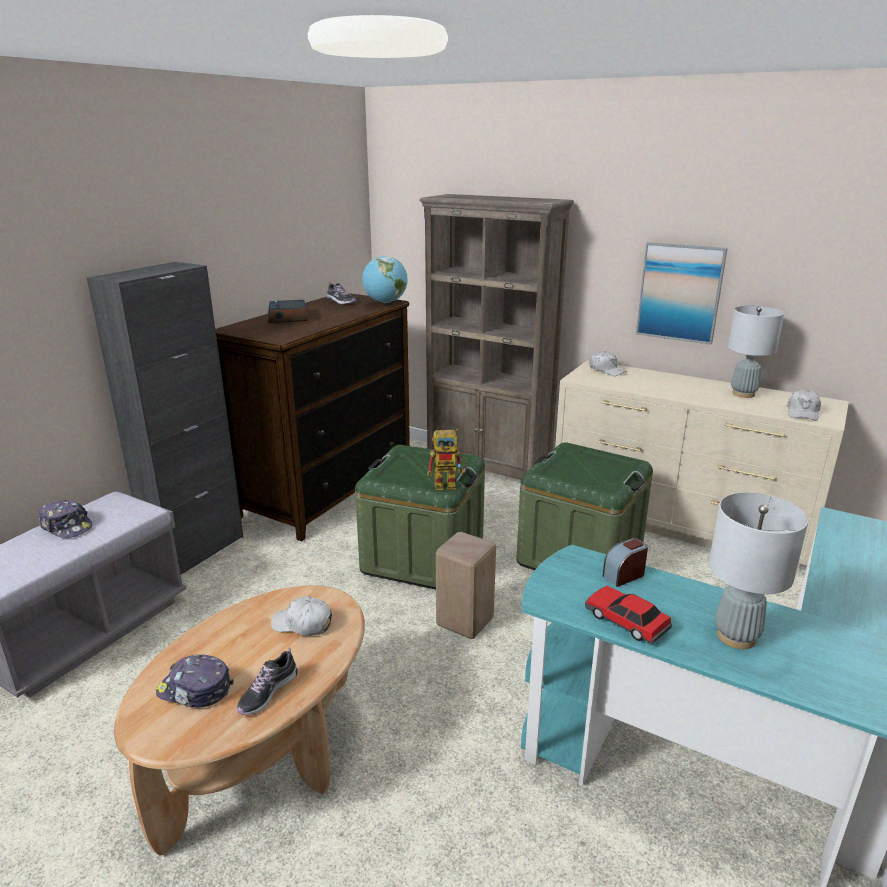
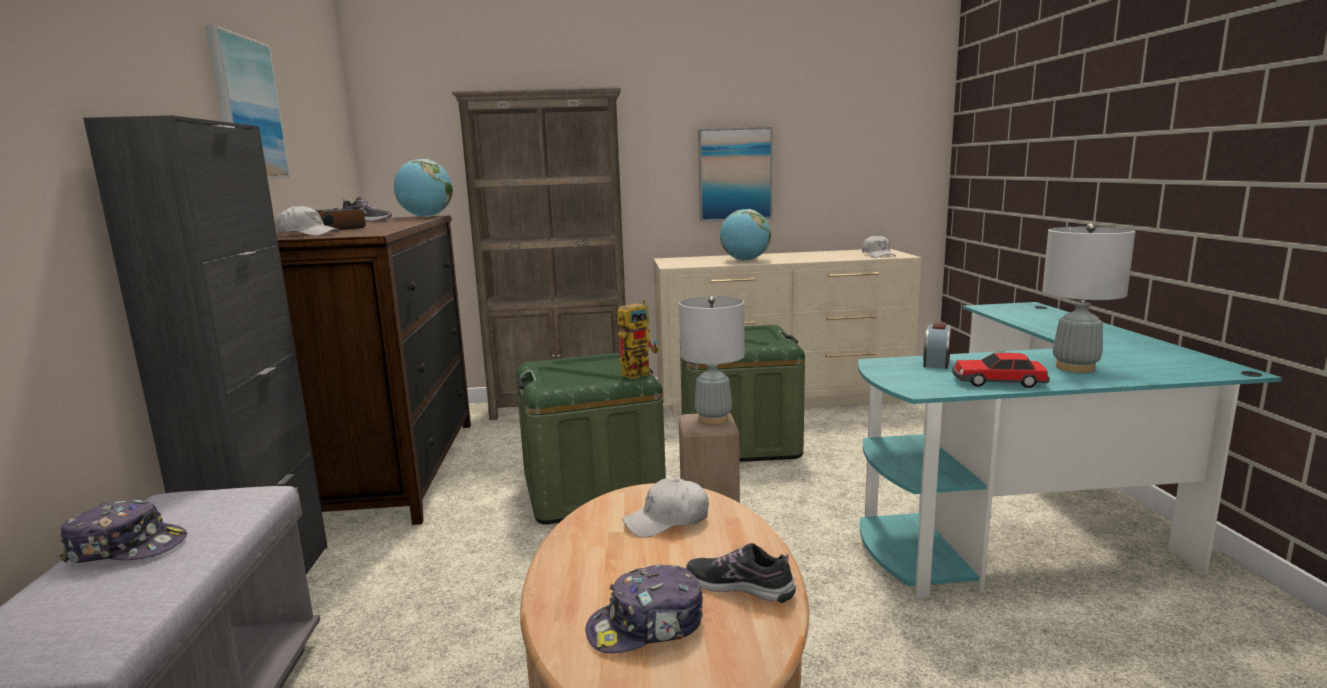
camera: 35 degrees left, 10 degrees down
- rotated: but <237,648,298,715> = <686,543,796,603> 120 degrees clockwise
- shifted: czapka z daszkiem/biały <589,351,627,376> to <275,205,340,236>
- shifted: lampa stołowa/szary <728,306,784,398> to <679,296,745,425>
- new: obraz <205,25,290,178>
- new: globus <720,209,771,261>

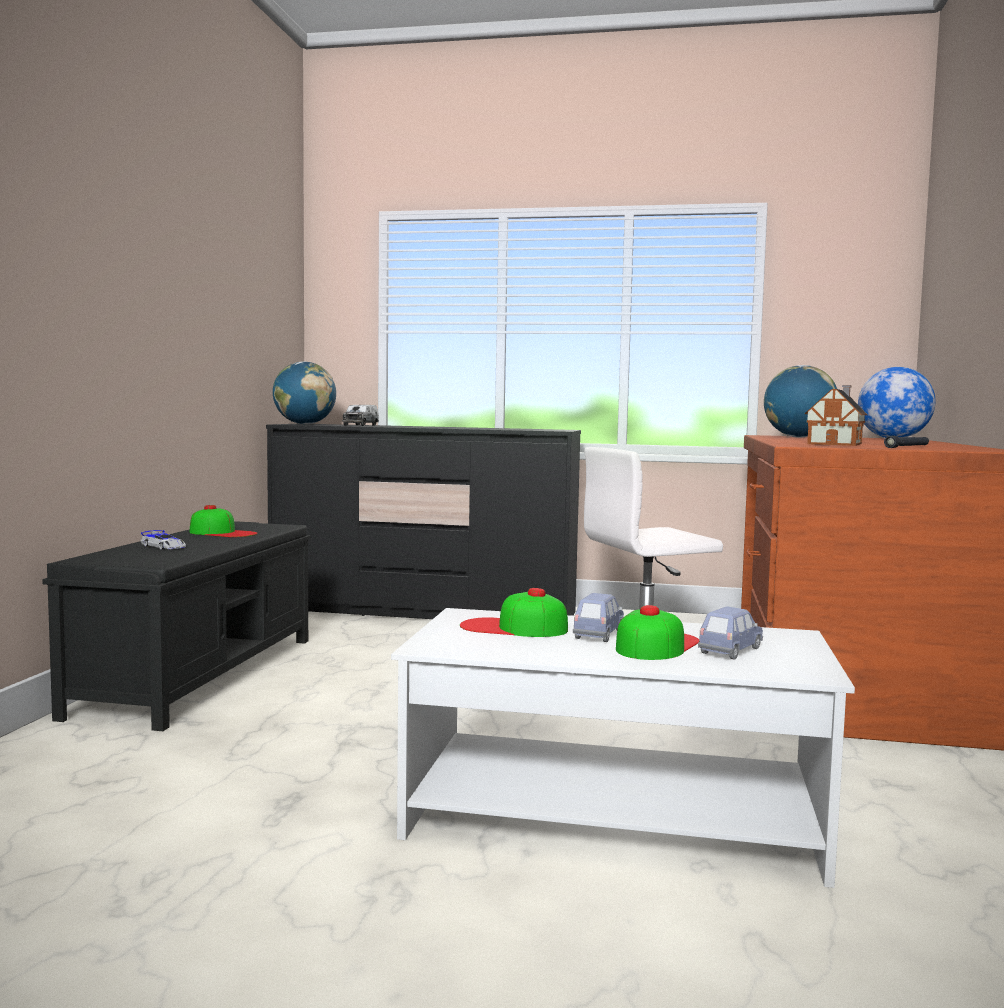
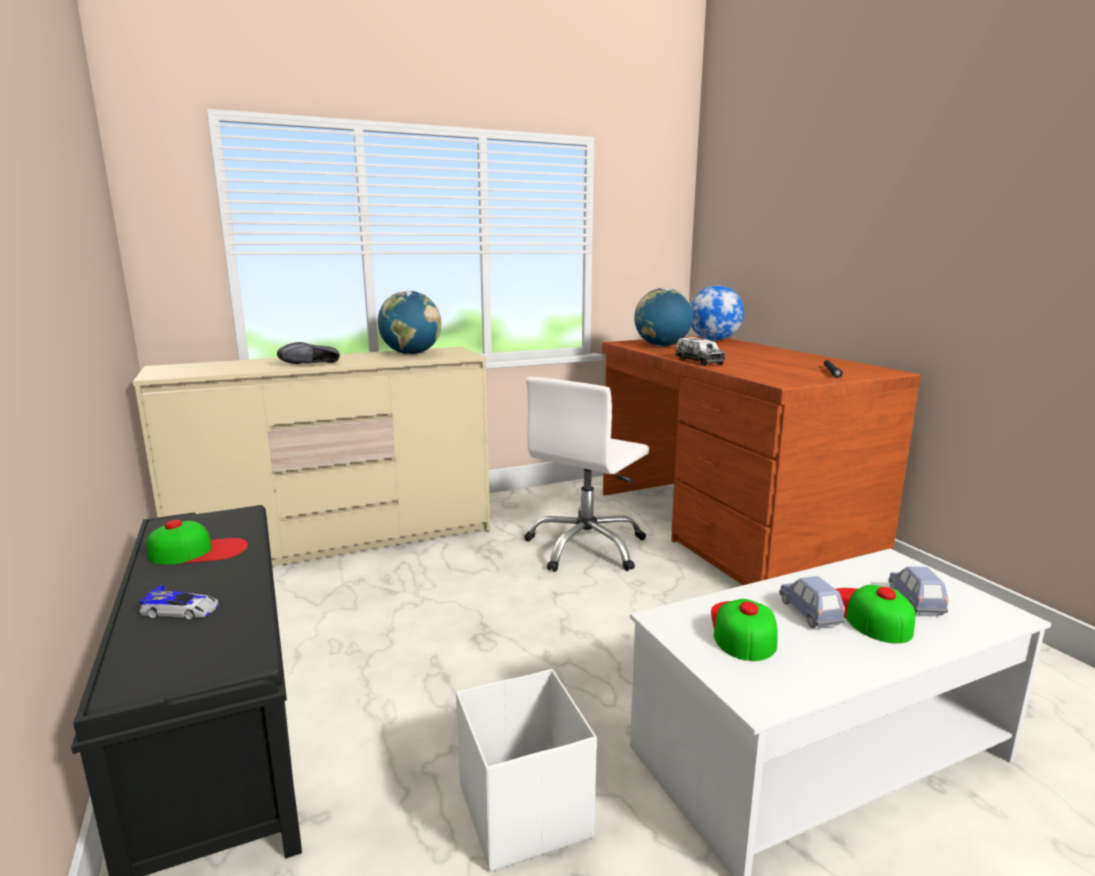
camera: 35 degrees left, 10 degrees up
- repainted: komoda/czarny <266,424,581,619> to komoda/beżowy <133,347,490,566>
- shifted: globus <273,362,336,424> to <378,291,441,354>
- shifted: ciężarówka zabawkowa <342,405,379,426> to <675,337,726,366>
- rotated: czapka z daszkiem <460,588,568,637> = <711,599,778,661> 120 degrees clockwise
- gone: domek <805,385,868,446>
- new: but/czarny <277,342,340,364>
- new: pojemnik do przechowywania/biały <456,669,597,872>

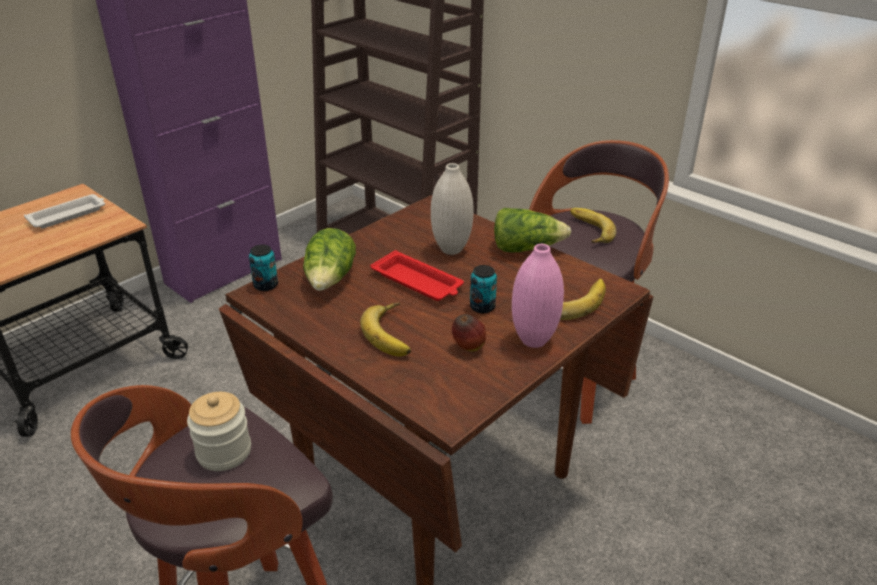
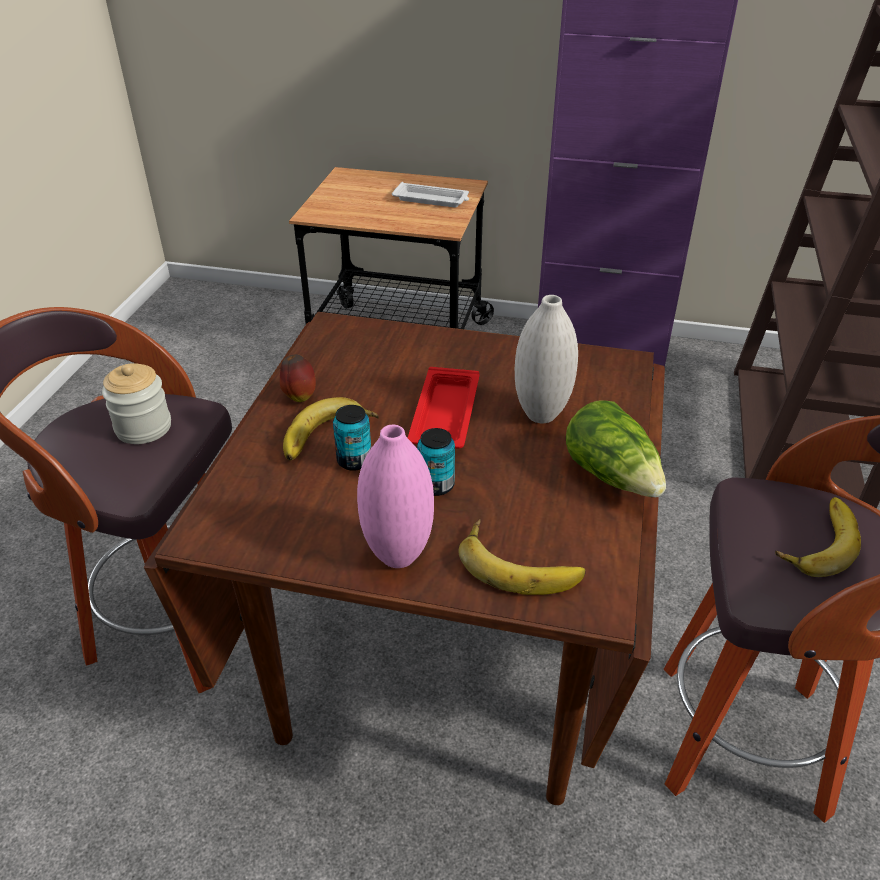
camera: 60 degrees right, 5 degrees up
- shifted: puszka <249,245,278,291> to <333,405,371,471>
- gone: sałata <303,228,356,291>
- shifted: jabłko <452,314,486,351> to <280,354,316,402>

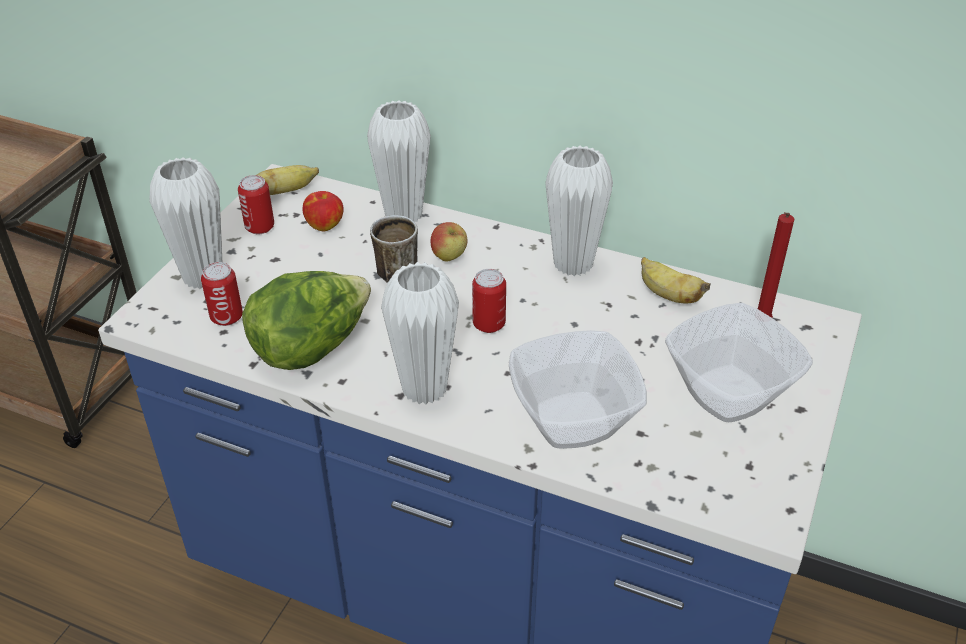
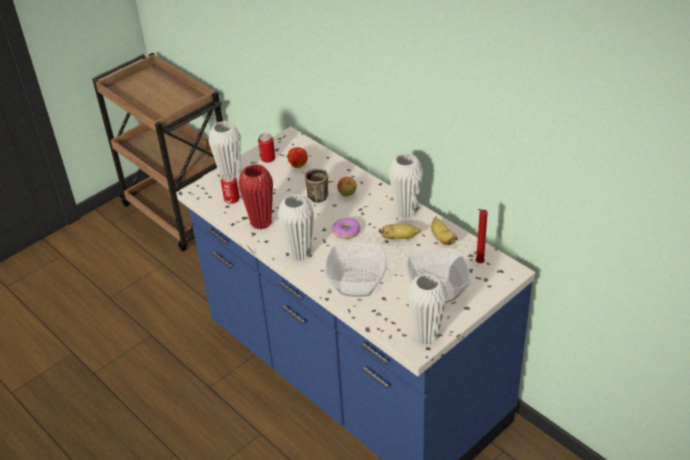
camera: 25 degrees right, 0 degrees up
- swapped: sałata <242,271,371,370> to wazon/czerwony <239,164,273,230>
- shifted: banan <257,165,319,195> to <379,224,421,239>
- shifted: wazon/biały <367,100,431,222> to <407,273,447,345>
- swapped: puszka <472,269,506,333> to donut <332,218,360,239>

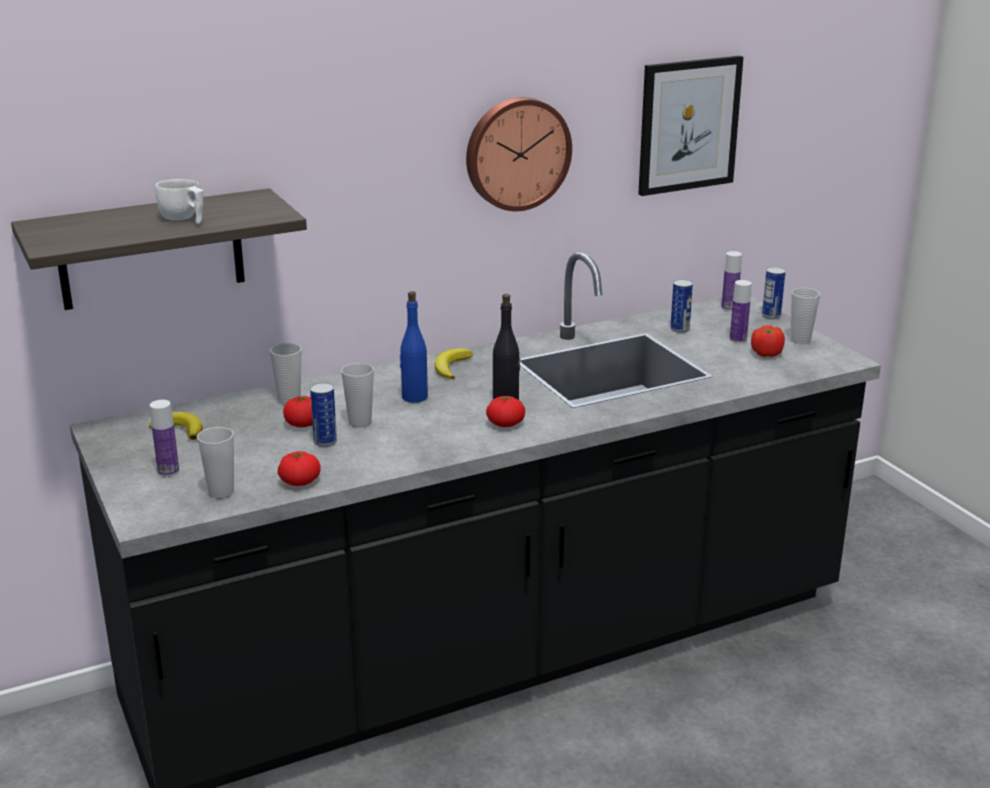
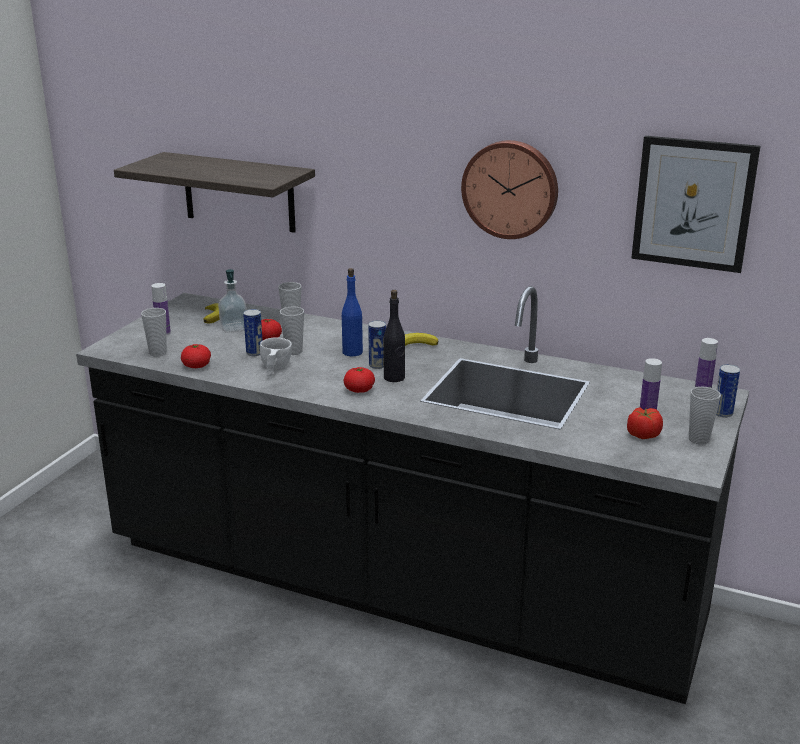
camera: 50 degrees right, 0 degrees up
- shifted: filiżanka/biały <156,179,203,224> to <260,337,292,377>
- shifted: puszka <670,279,693,333> to <368,320,386,369>
- new: dozownik mydła <218,269,247,333>

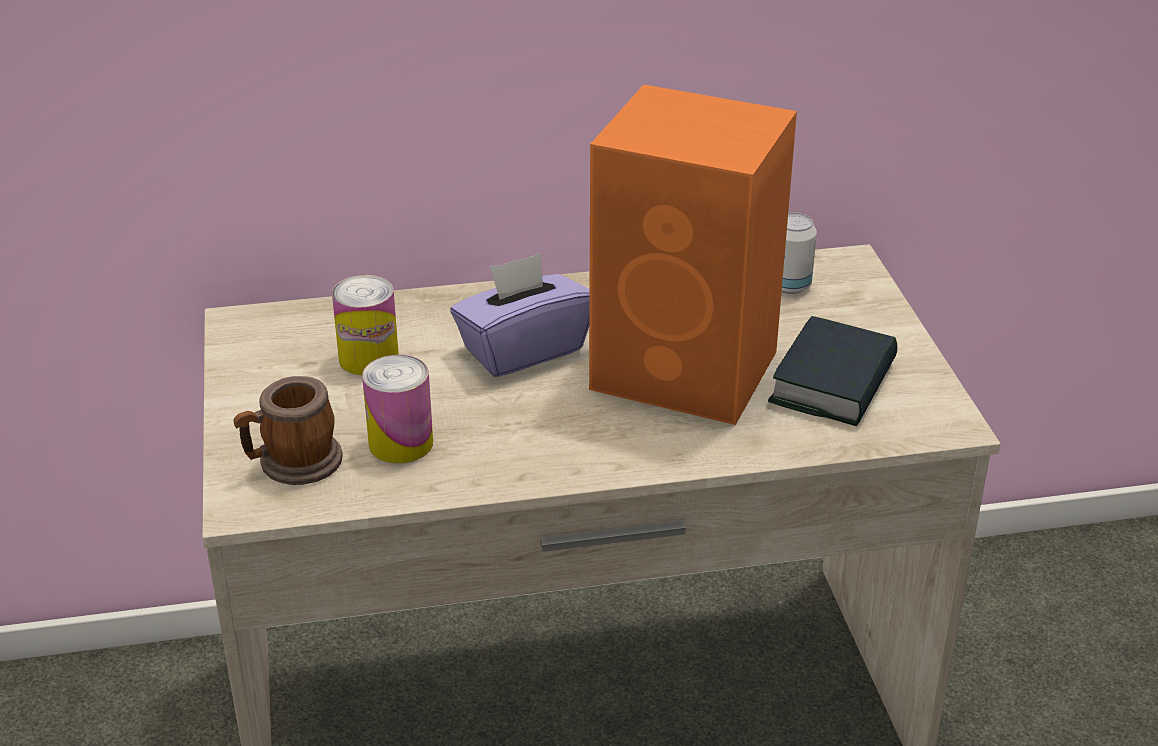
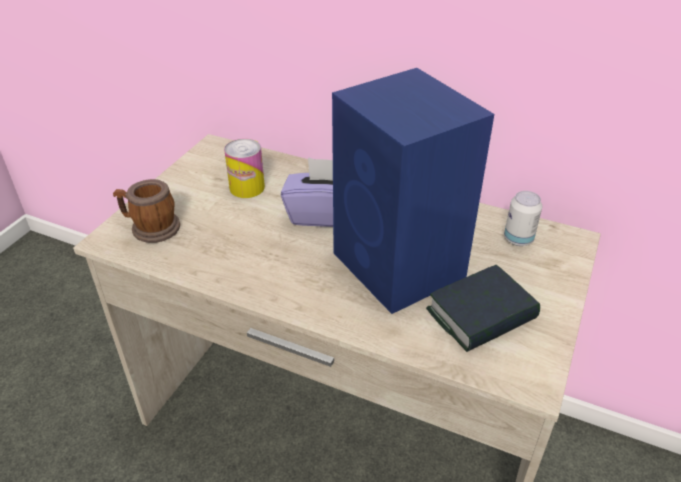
camera: 35 degrees right, 5 degrees up
- gone: puszka <362,355,433,463>
- repainted: głośnik/pomarańczowy <589,84,797,425> to głośnik/niebieski <332,68,494,314>

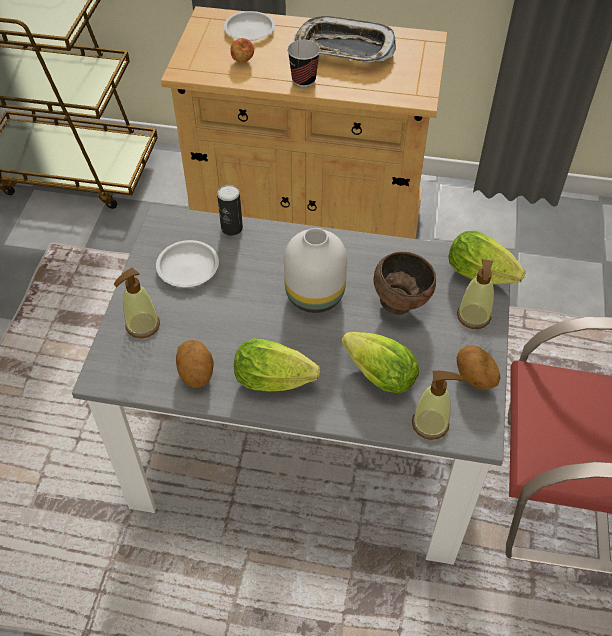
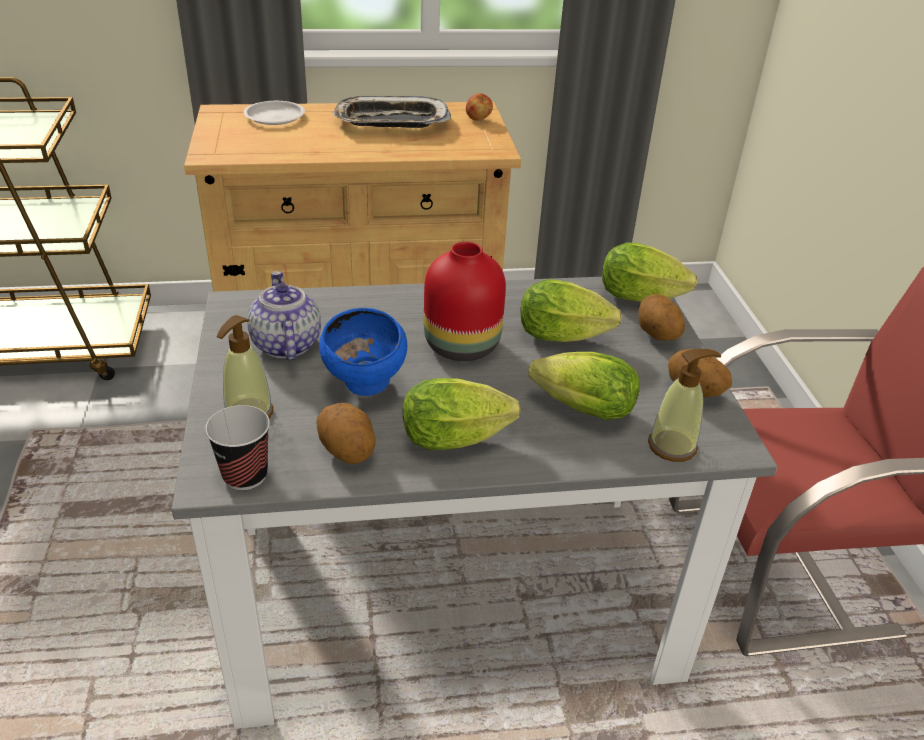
camera: 20 degrees left, 15 degrees down
- swapped: talerz/biały <156,240,219,287> to imbryk <247,271,321,360>
- gone: puszka <217,185,243,236>
- shifted: jabłko <230,38,254,63> to <466,93,493,121>
- repainted: wazon/biały <284,228,347,313> to wazon/czerwony <424,242,506,361>
- shifted: filiżanka <287,40,320,87> to <205,405,270,490>
- swapped: miska/brązowy <374,252,436,315> to sałata <520,279,622,342>
- swapped: dozownik mydła <457,259,494,329> to ziemniak <638,294,685,341>
- new: miska/niebieski <319,308,407,396>

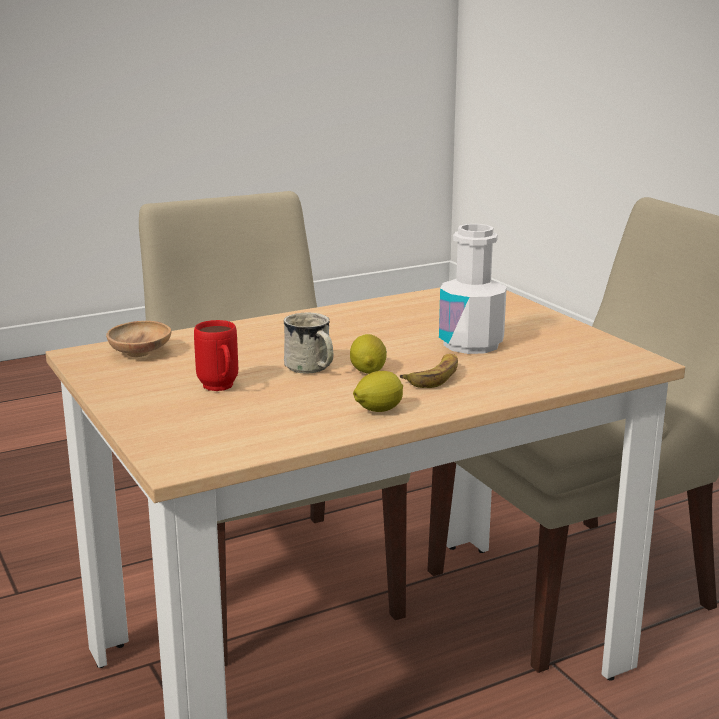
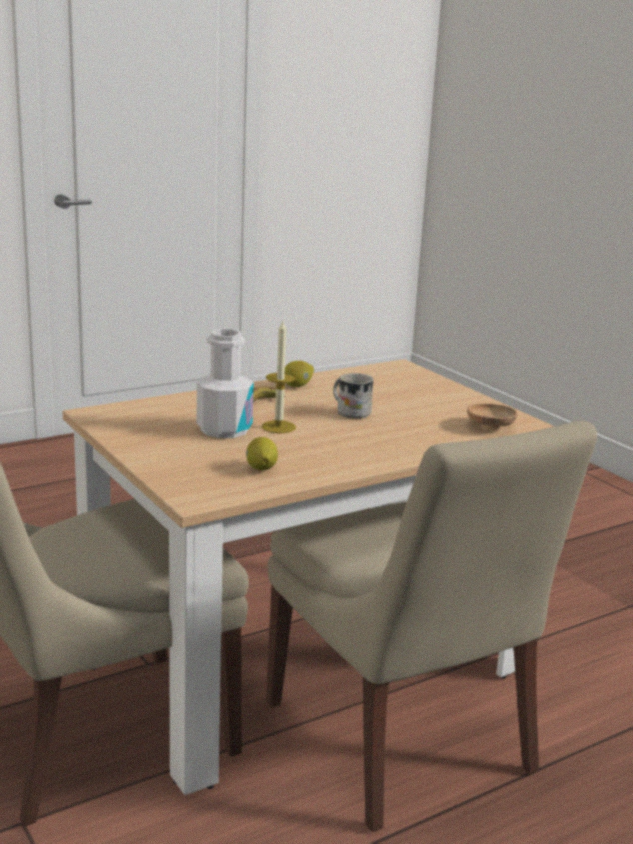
camera: 175 degrees right, 0 degrees up
- gone: kubek/czerwony <194,320,238,391>
- shifted: cytryna <350,334,387,374> to <246,437,278,470>
- new: świeca <262,321,296,433>

